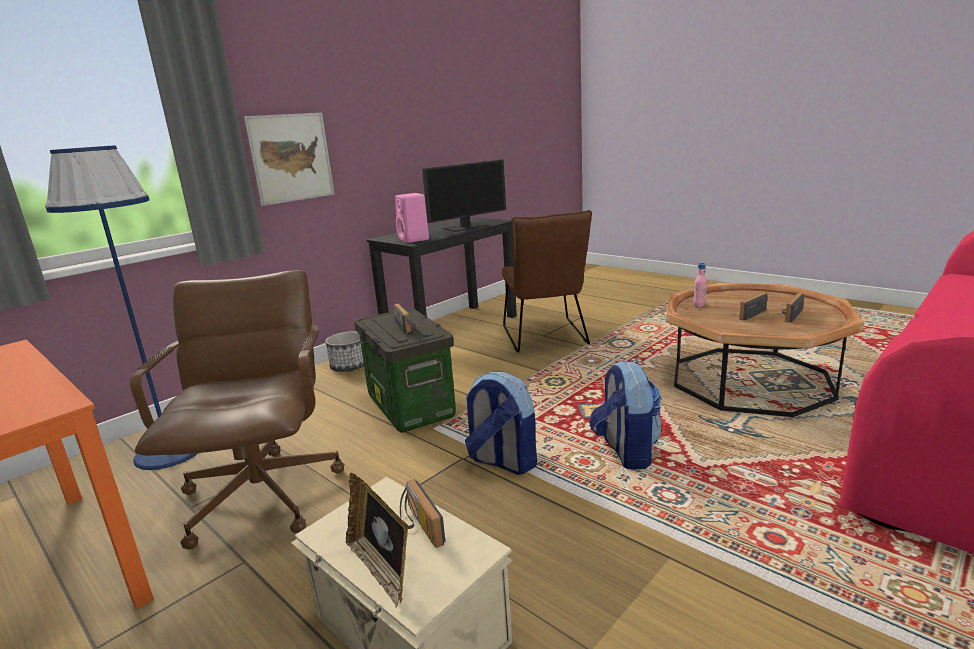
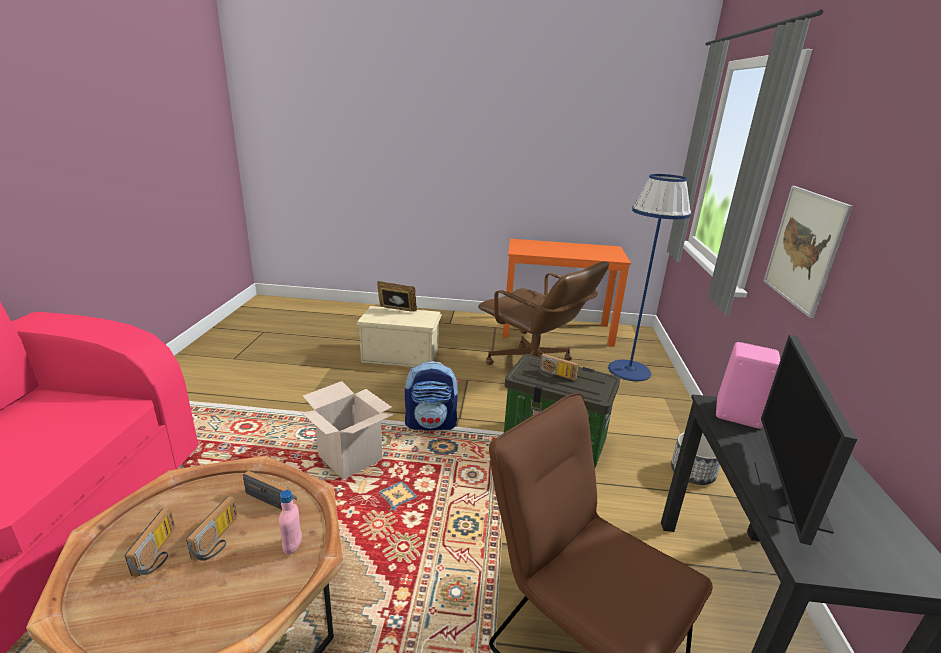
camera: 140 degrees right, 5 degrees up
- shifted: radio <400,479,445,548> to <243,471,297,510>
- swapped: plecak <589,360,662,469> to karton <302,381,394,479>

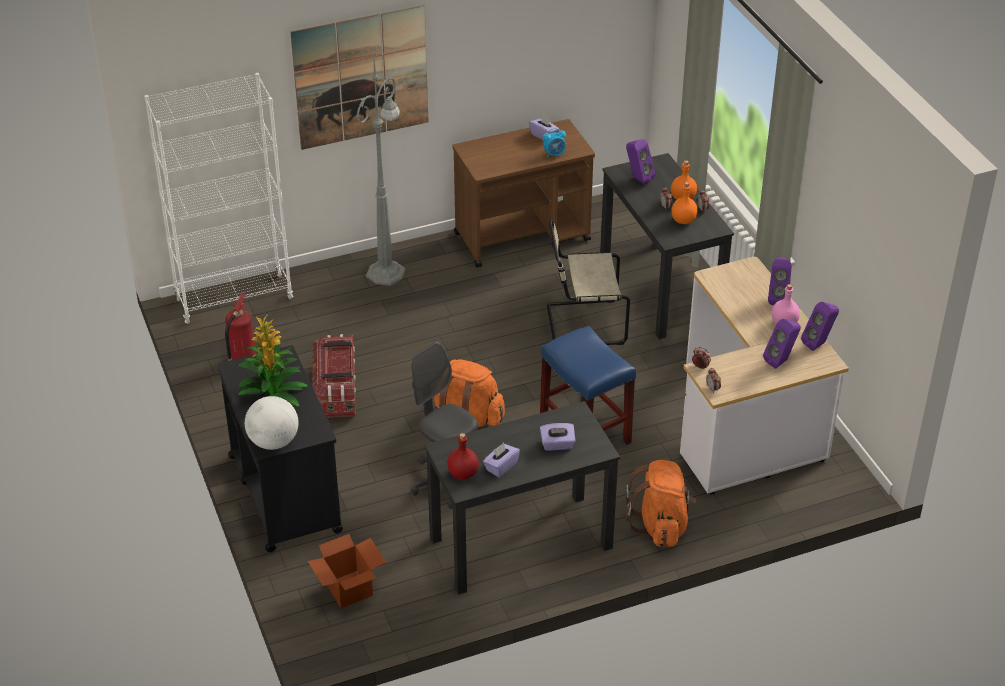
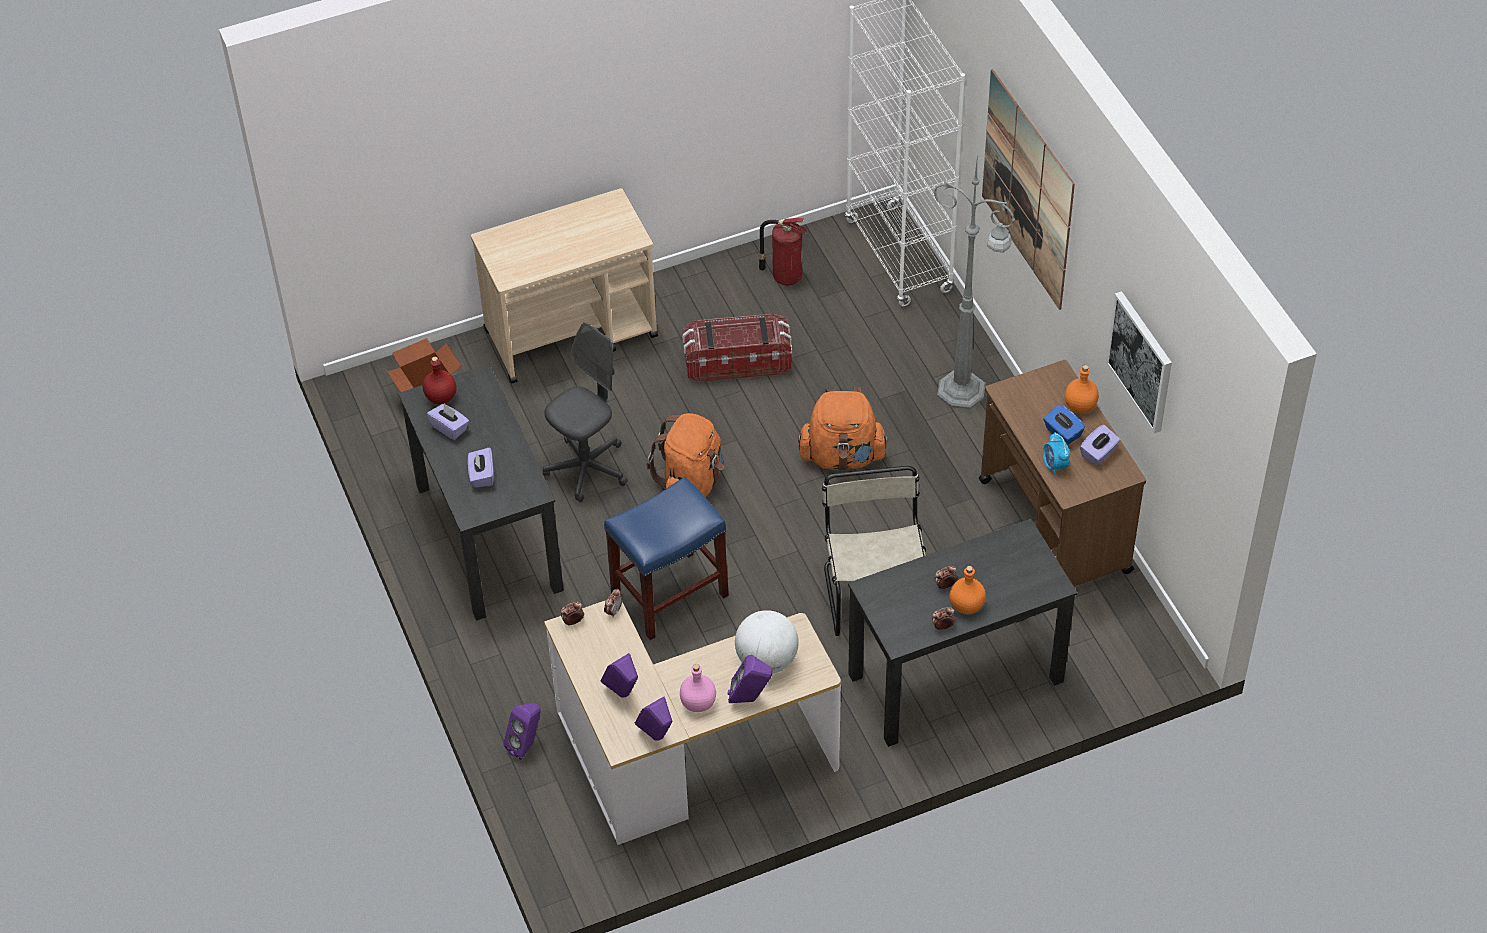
camera: 90 degrees right, 10 degrees up
- repainted: wózek/czarny <218,345,343,552> to wózek/beżowy <471,188,658,384>
- gone: roślina doniczkowa <238,314,308,406>
- shifted: globus <245,396,298,450> to <735,610,799,674>
- shifted: głośnik/fioletowy <626,139,655,184> to <503,703,541,760>
- shifted: plecak/pomarańczowy <626,460,696,547> to <798,387,889,470>
- shifted: butelka/pomarańczowy <672,182,698,224> to <1065,365,1099,413>
- new: pudełko chusteczek/niebieski <1043,404,1085,445>
- new: obraz <1106,291,1172,434>

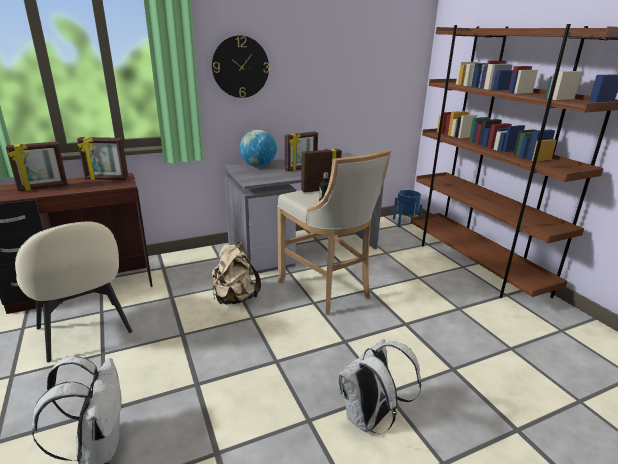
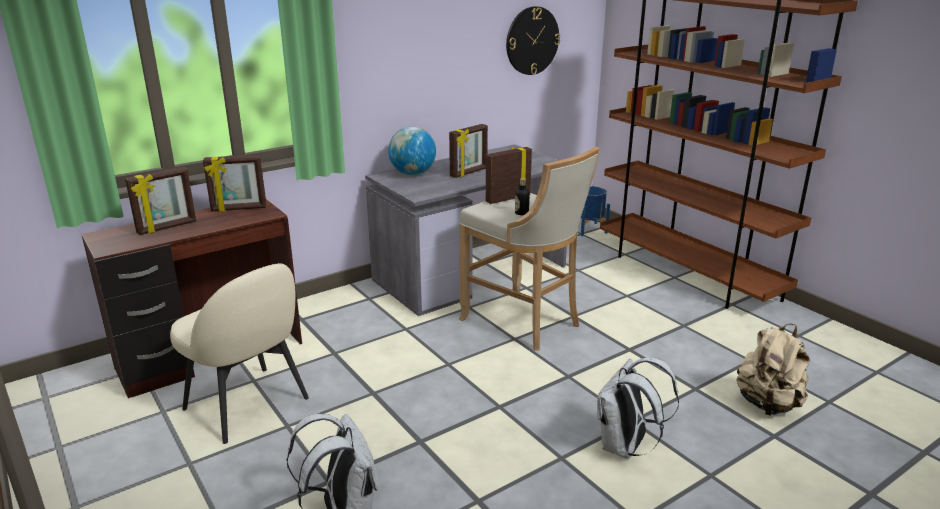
camera: 10 degrees left, 0 degrees up
- shifted: zegar ścienny <212,35,269,98> to <506,6,560,75>
- shifted: plecak/beżowy <212,242,261,305> to <736,324,810,416>

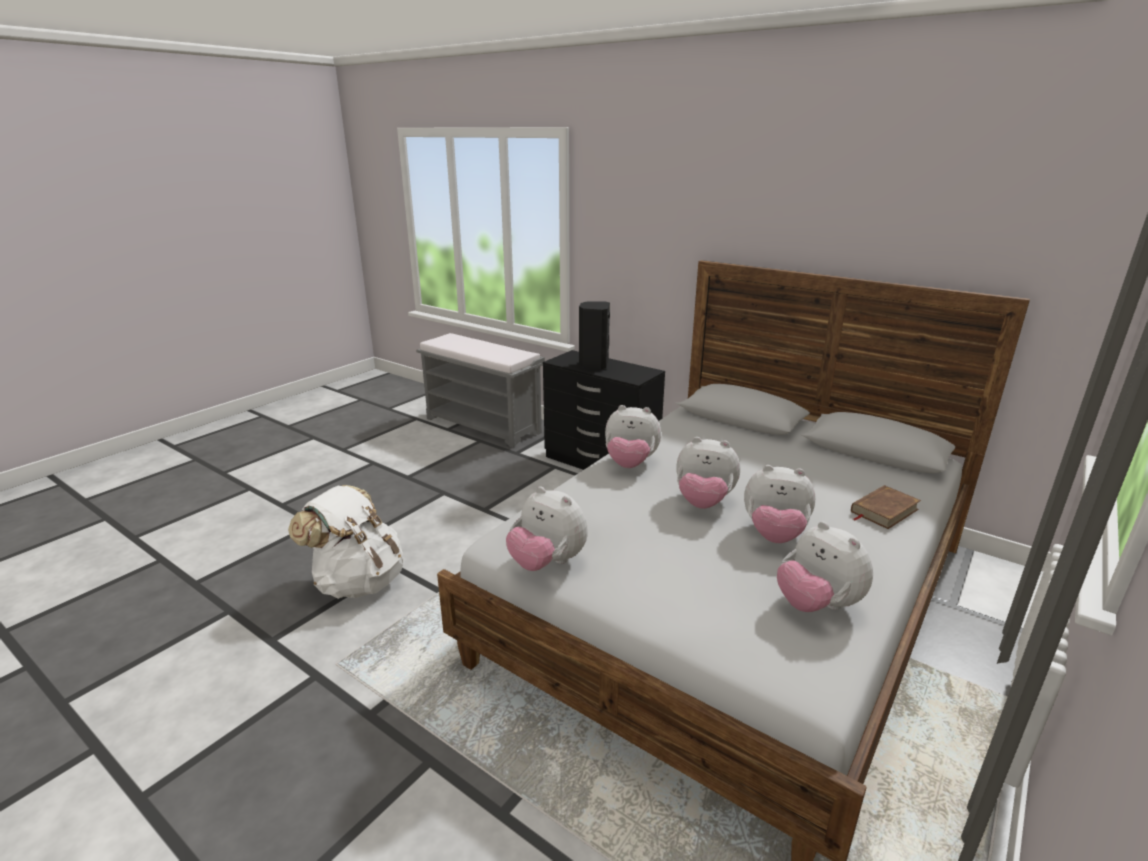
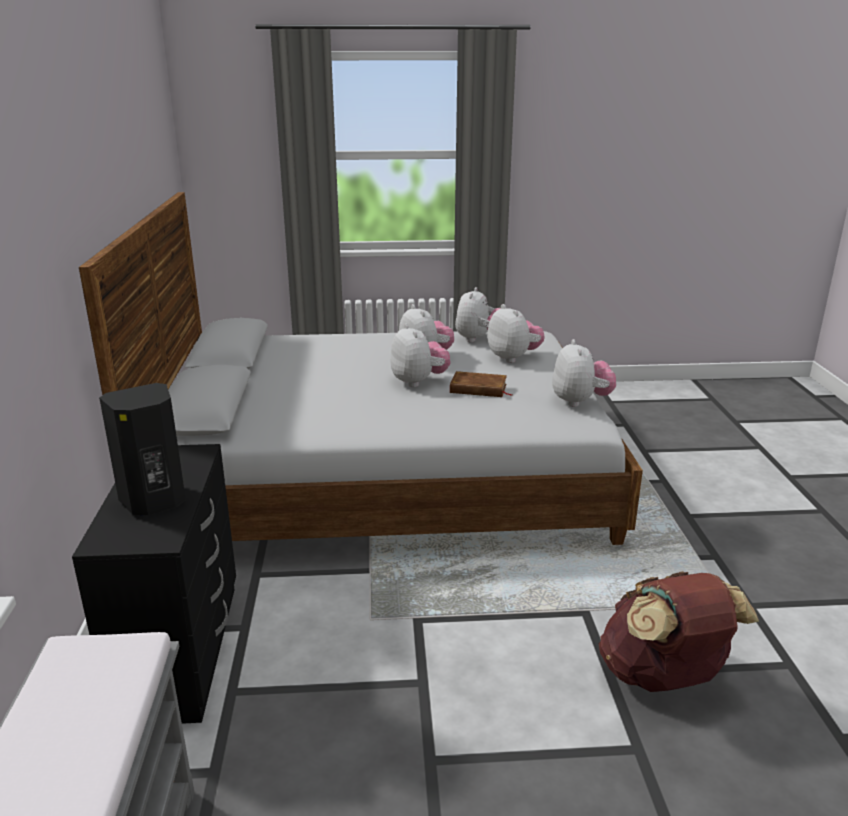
camera: 130 degrees left, 0 degrees up
- repainted: plecak/biały <288,485,403,599> to plecak/brązowy <598,571,759,692>
- shifted: pluszak <605,405,661,468> to <487,304,544,363>
- shifted: książka/brązowy <851,485,921,529> to <450,371,513,397>

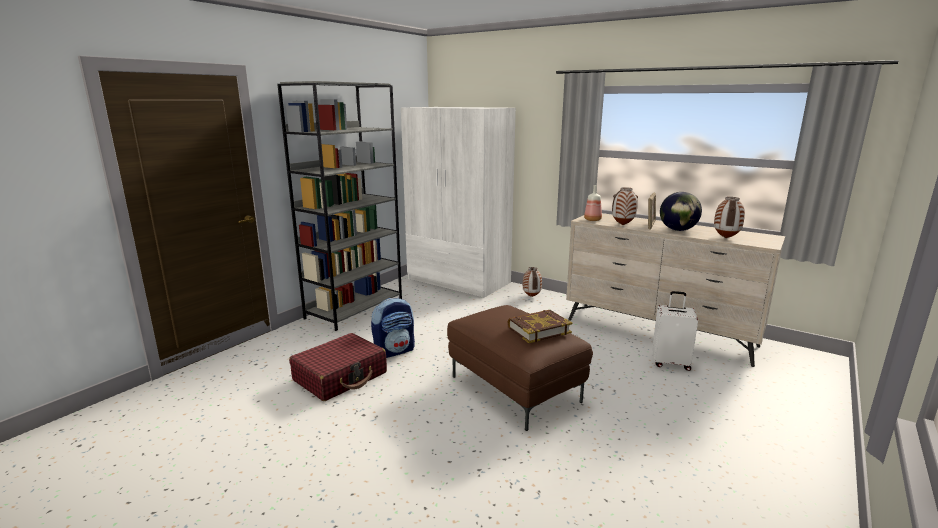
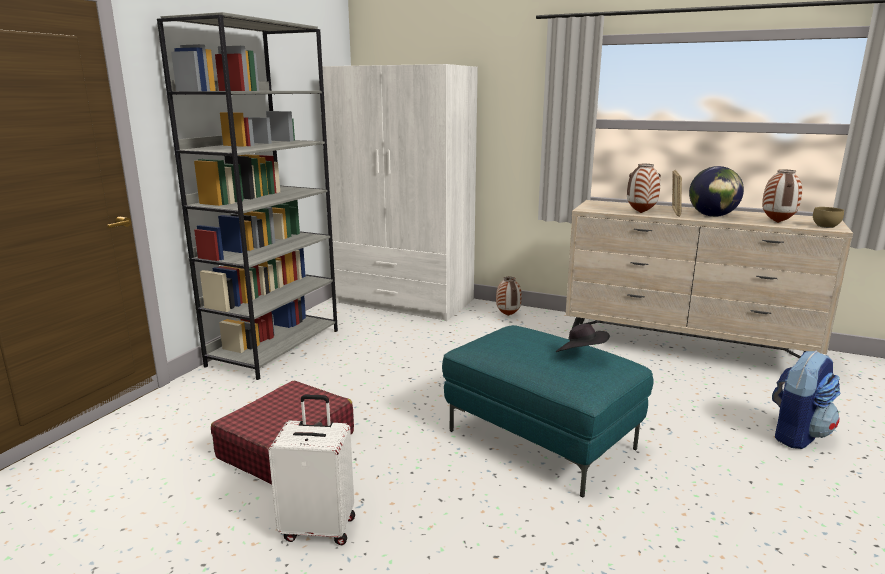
camera: 10 degrees left, 0 degrees up
- shifted: plecak <371,297,415,358> to <772,351,840,449>
- repainted: pufa/brązowy <447,305,593,431> to pufa/turkusowy <442,325,654,498>
- swapped: książka <507,310,572,343> to kapelusz/czarny <556,324,610,352>
- gone: butelka <584,185,602,221>
- shifted: walizka/biały <652,291,698,371> to <268,394,355,545>
- new: miska/brązowy <813,207,844,228>

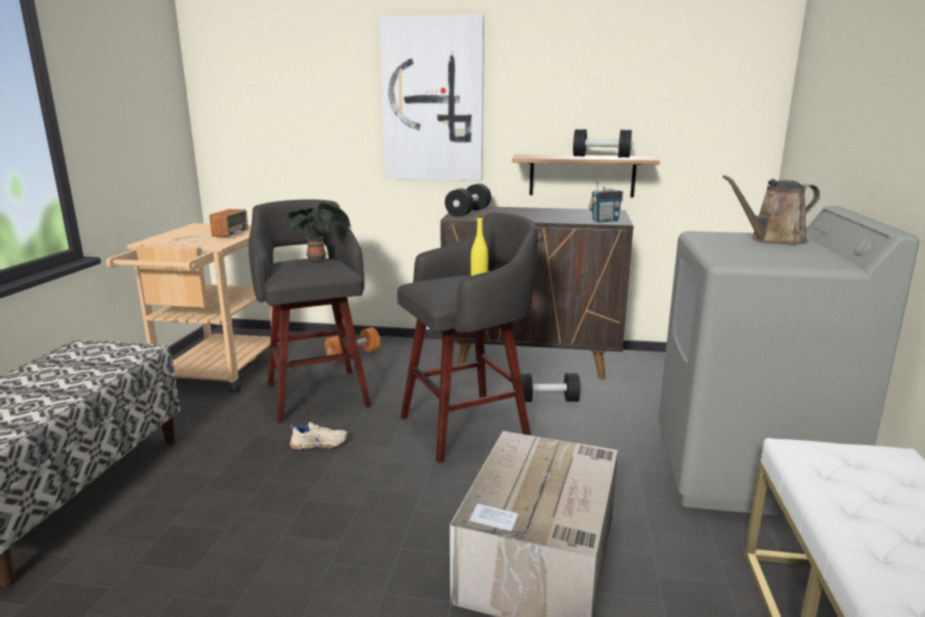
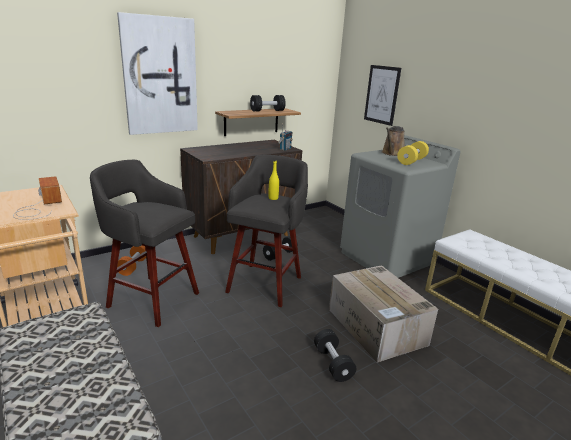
camera: 45 degrees left, 5 degrees up
- gone: roślina doniczkowa <288,203,351,261>
- gone: but/beżowy <290,422,347,450>
- shifted: hantel/czarny <445,184,491,217> to <314,329,356,382>
- new: obraz <364,65,401,126>
- new: hantel/żółty <397,141,429,165>

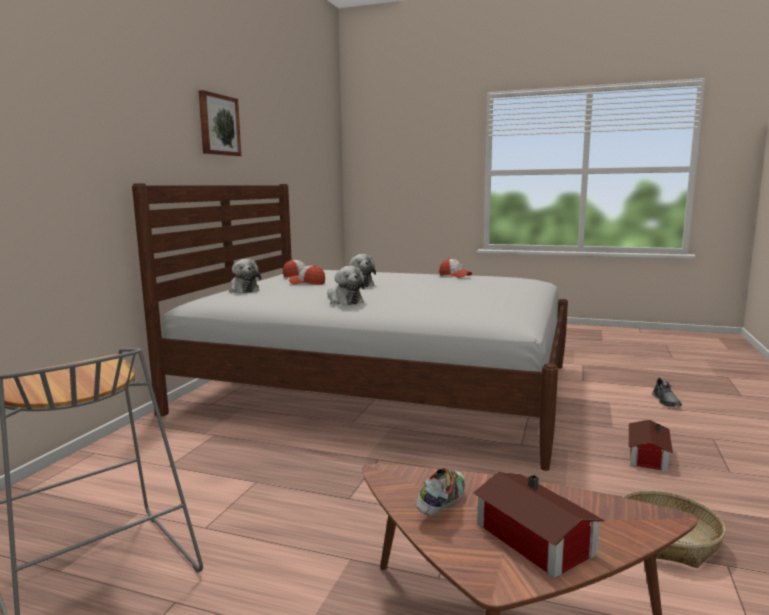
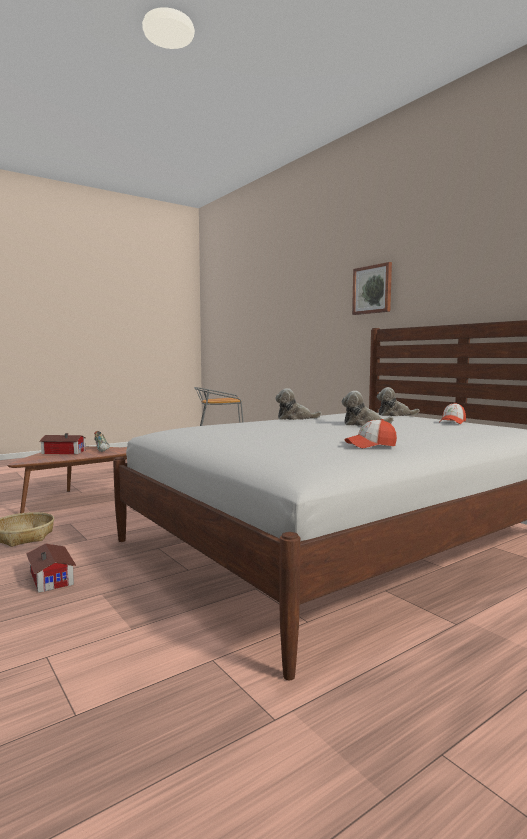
camera: 125 degrees right, 5 degrees down
- shifted: obraz <199,90,241,156> to <352,262,392,315>
- gone: czapka z daszkiem <289,265,325,285>
- gone: but/szary <652,378,682,407>

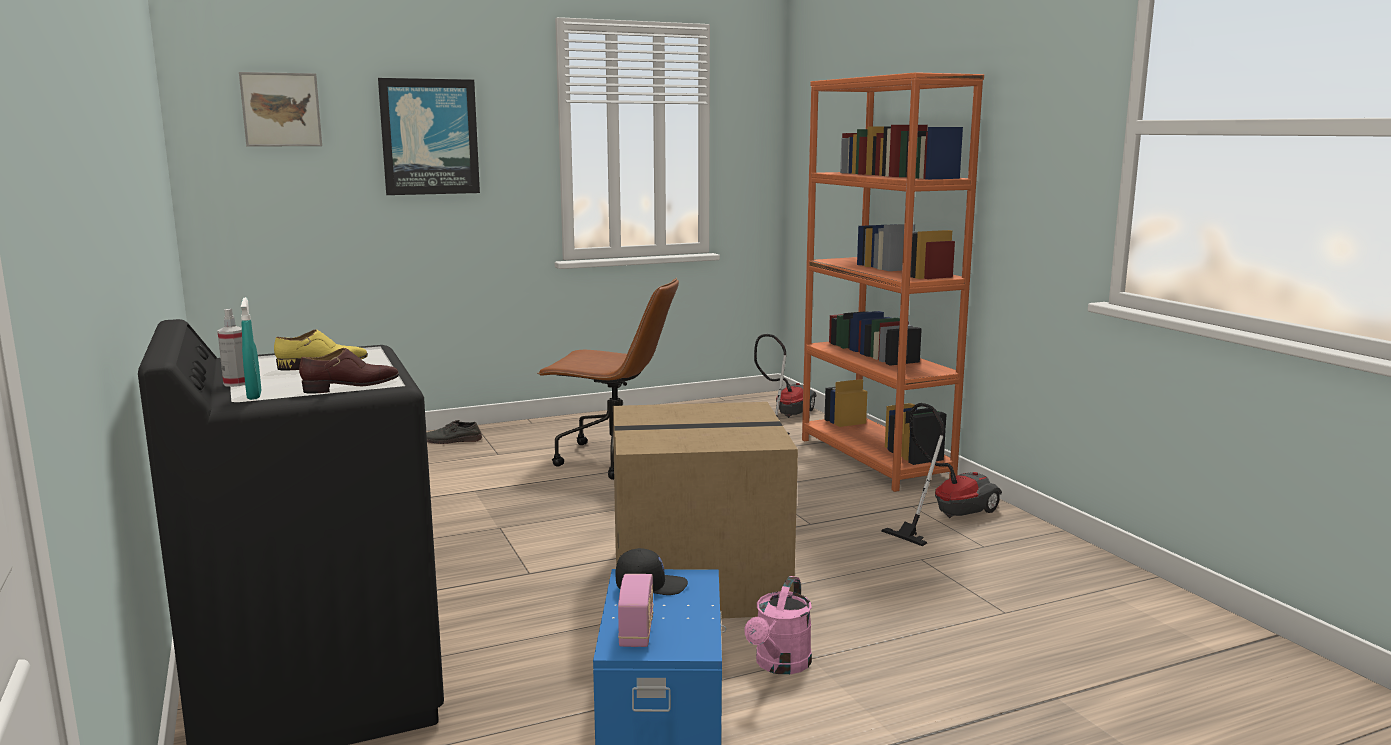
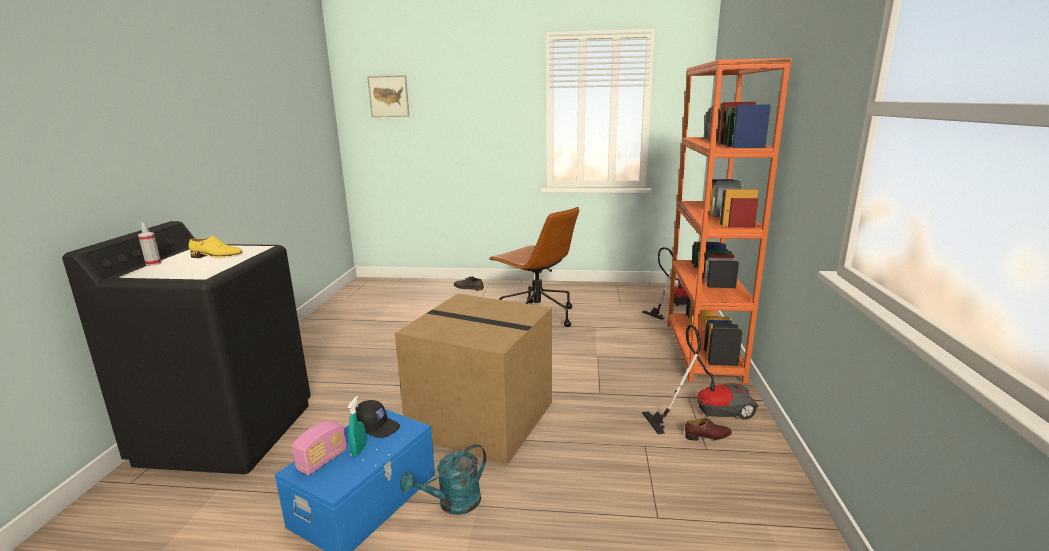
camera: 30 degrees right, 5 degrees up
- shifted: spryskiwacz/turkusowy <241,297,261,400> to <348,396,367,457>
- shifted: but/brązowy <299,348,399,394> to <685,418,732,441>
- gone: obraz <378,78,480,195>
- repainted: konewka/różowy <744,576,812,674> to konewka/turkusowy <400,444,486,515>

